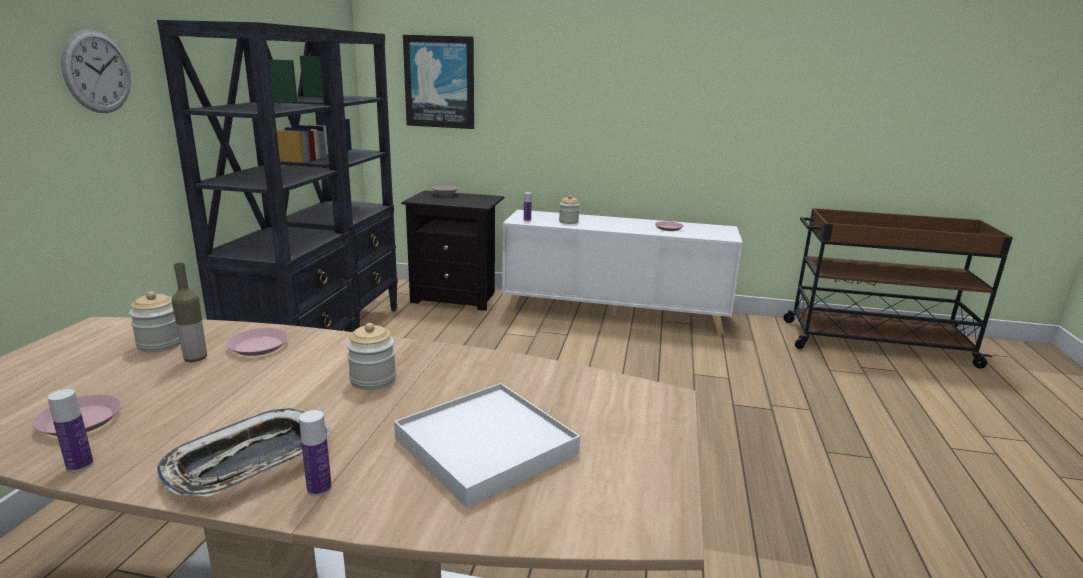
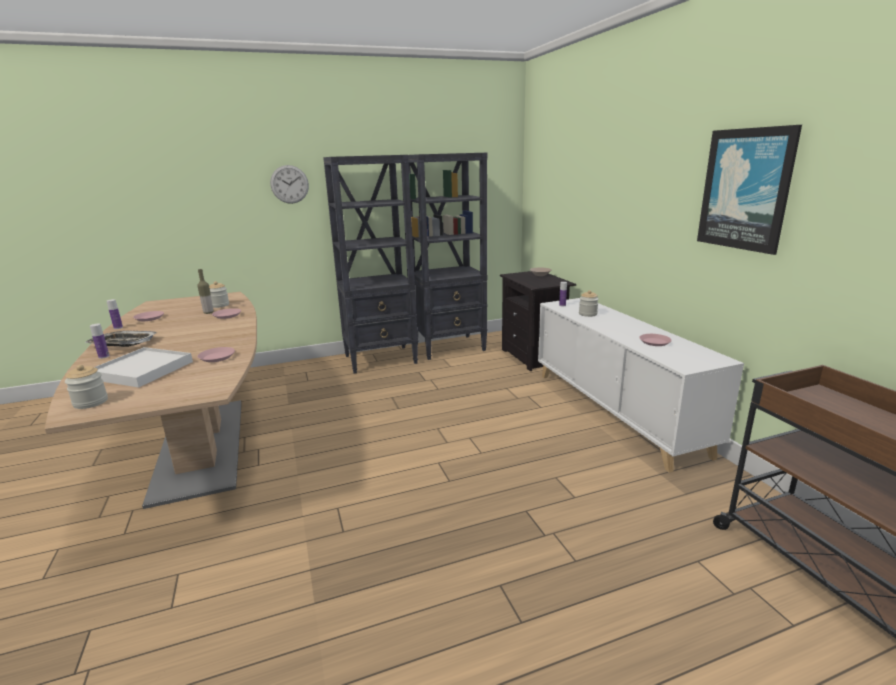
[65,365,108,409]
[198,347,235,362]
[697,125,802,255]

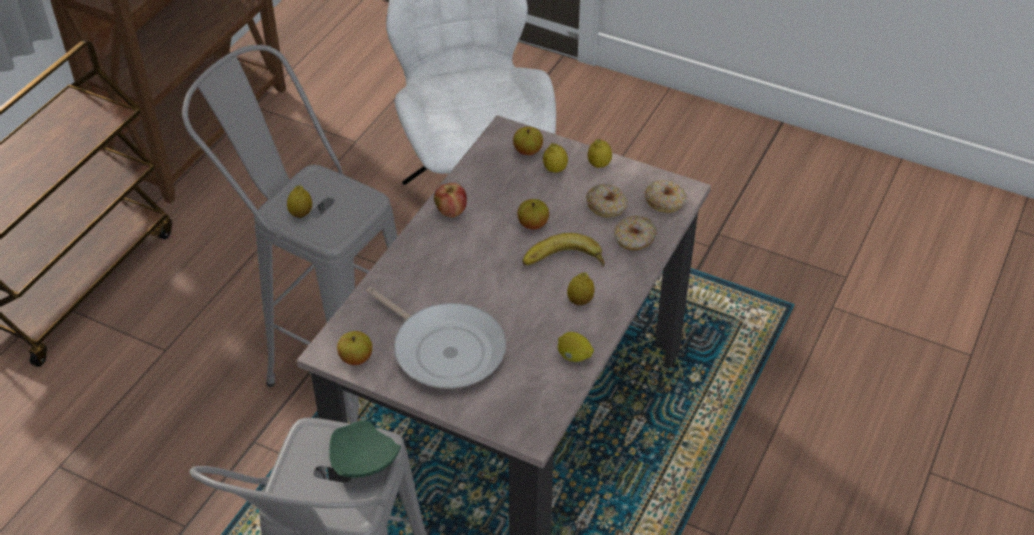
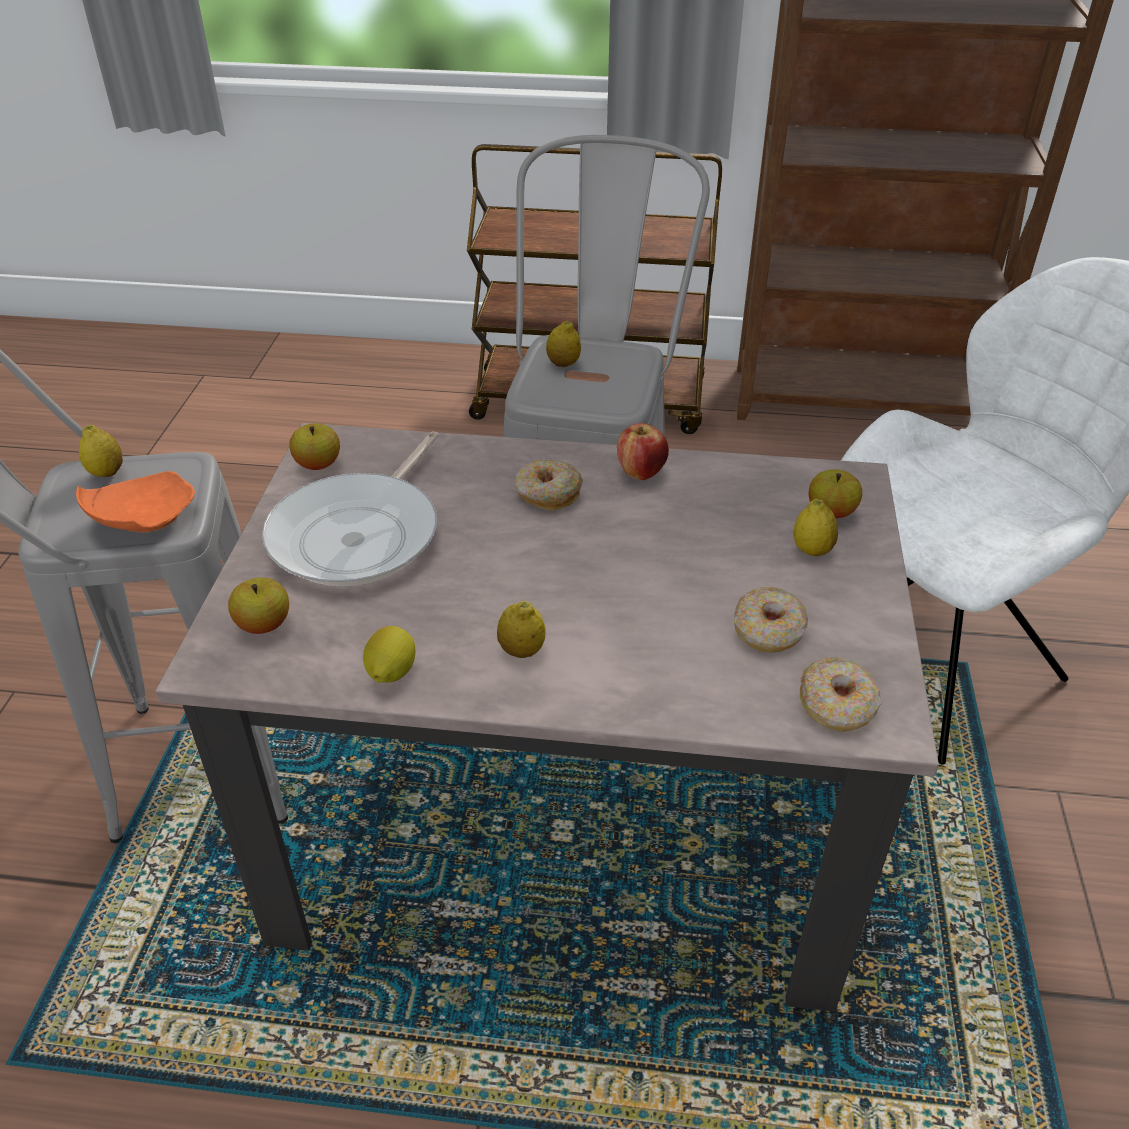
[76,471,195,532]
[79,425,123,477]
[228,578,289,634]
[515,460,583,511]
[522,233,605,267] (first image)

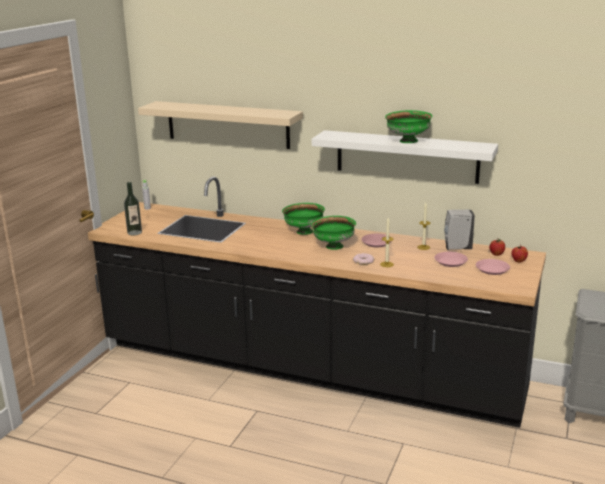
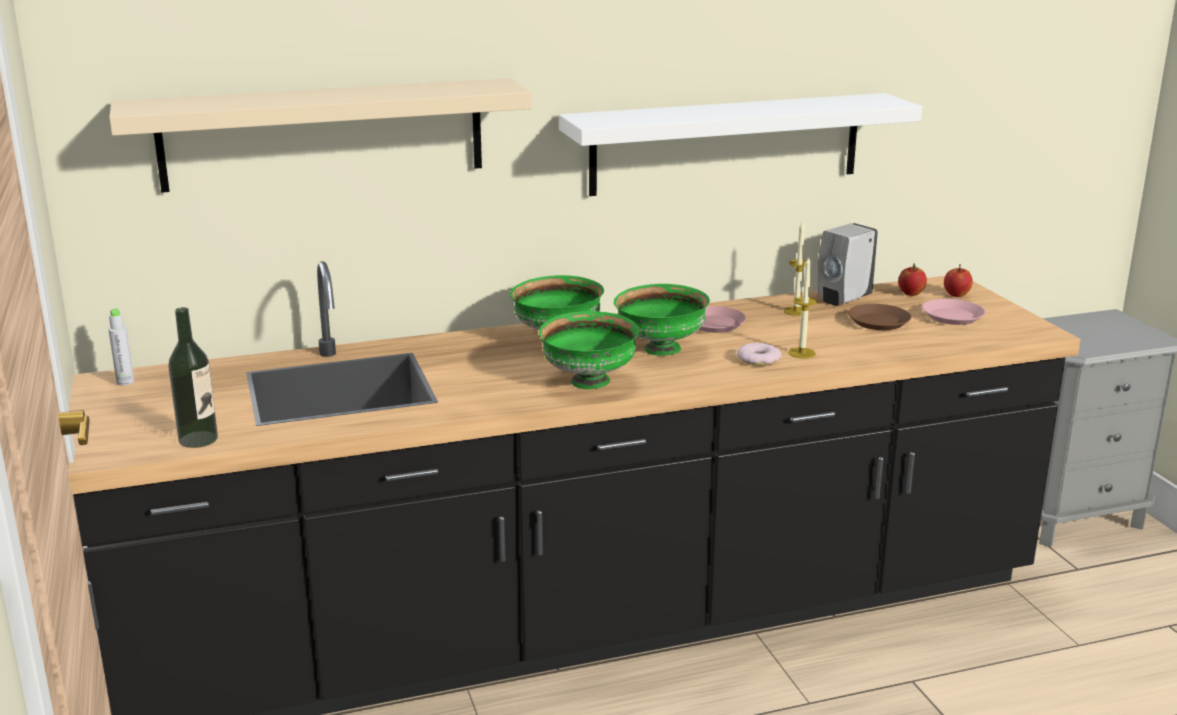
[539,311,639,389]
[848,304,911,330]

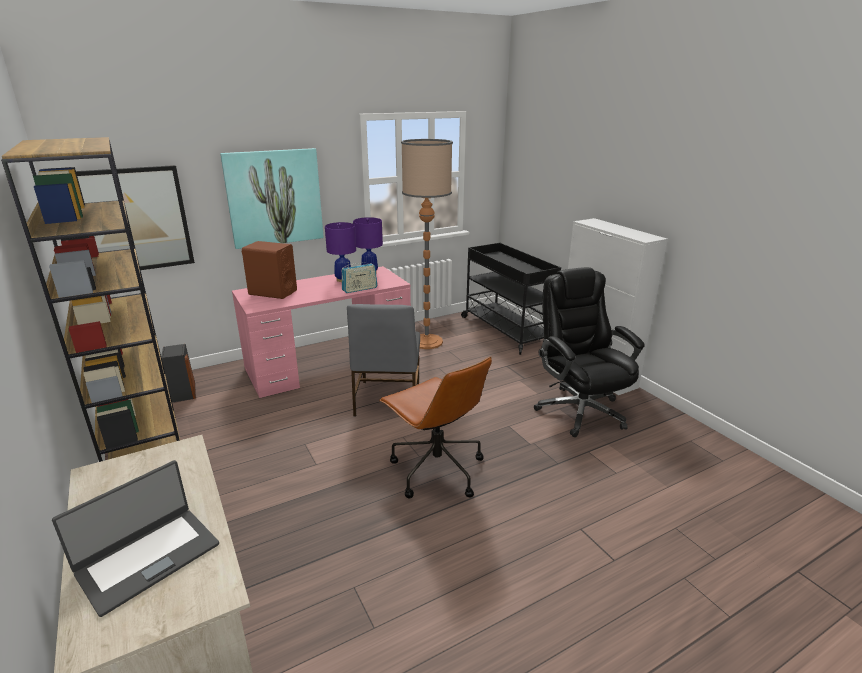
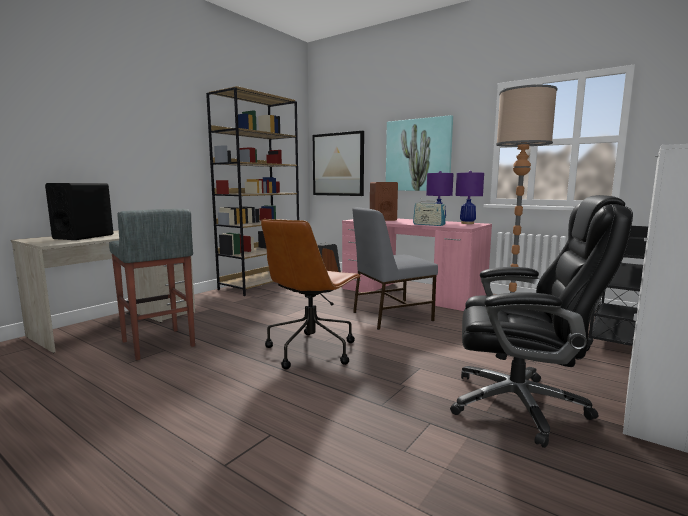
[45,183,113,240]
[109,209,195,360]
[450,195,633,448]

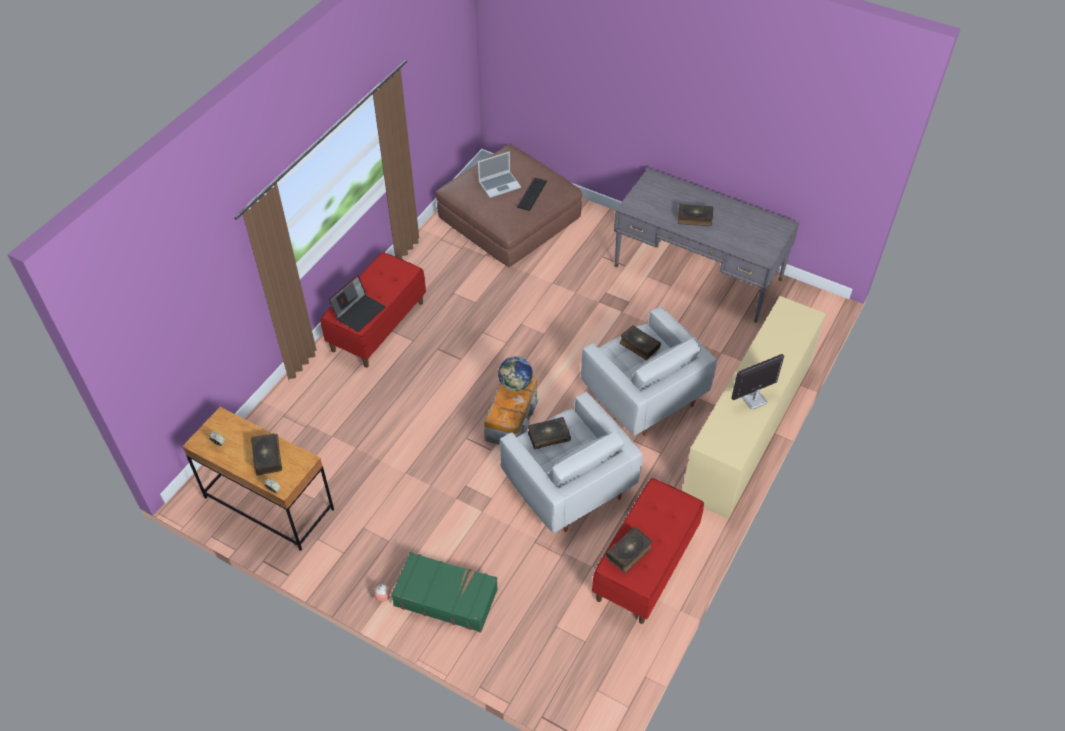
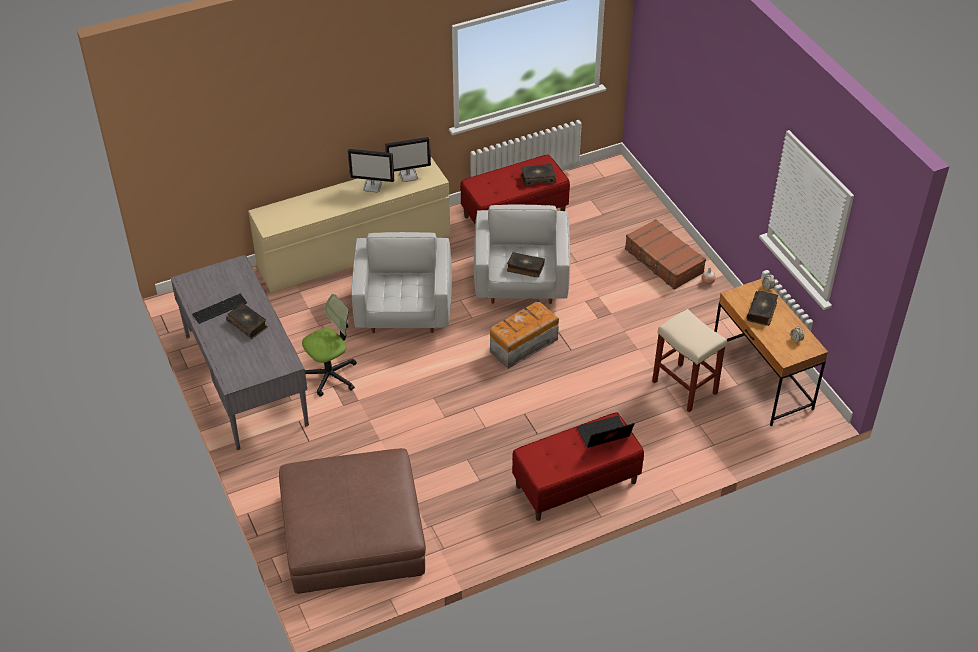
[192,294,247,324]
[302,294,357,397]
[385,137,431,182]
[625,219,706,290]
[652,309,727,412]
[478,151,521,198] (first image)
[498,356,533,391] (first image)
[619,325,661,360] (first image)

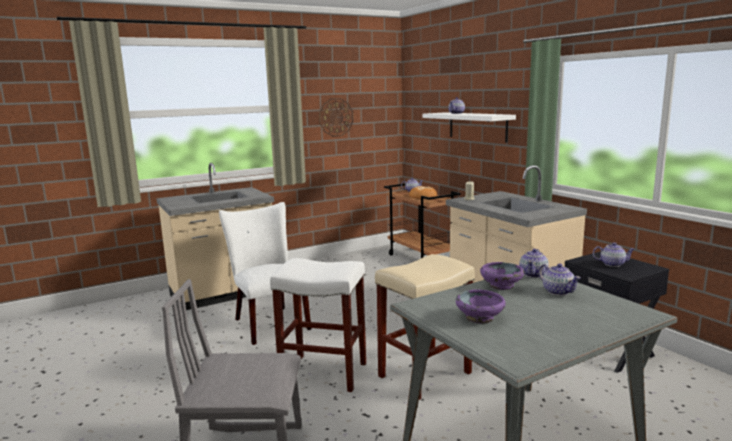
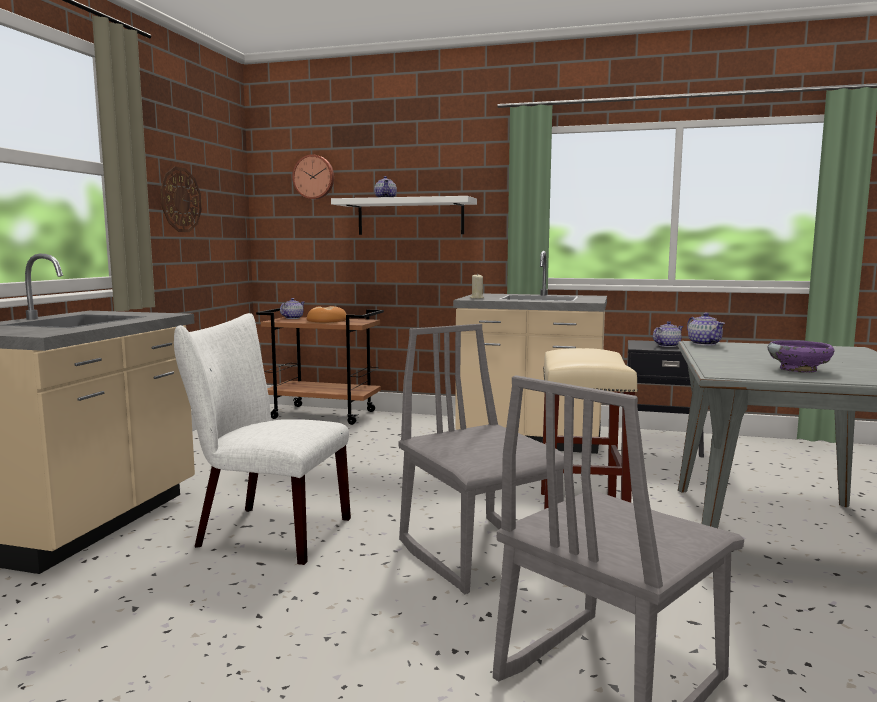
[292,154,334,199]
[399,324,564,595]
[480,262,524,290] (first image)
[539,264,581,296] (first image)

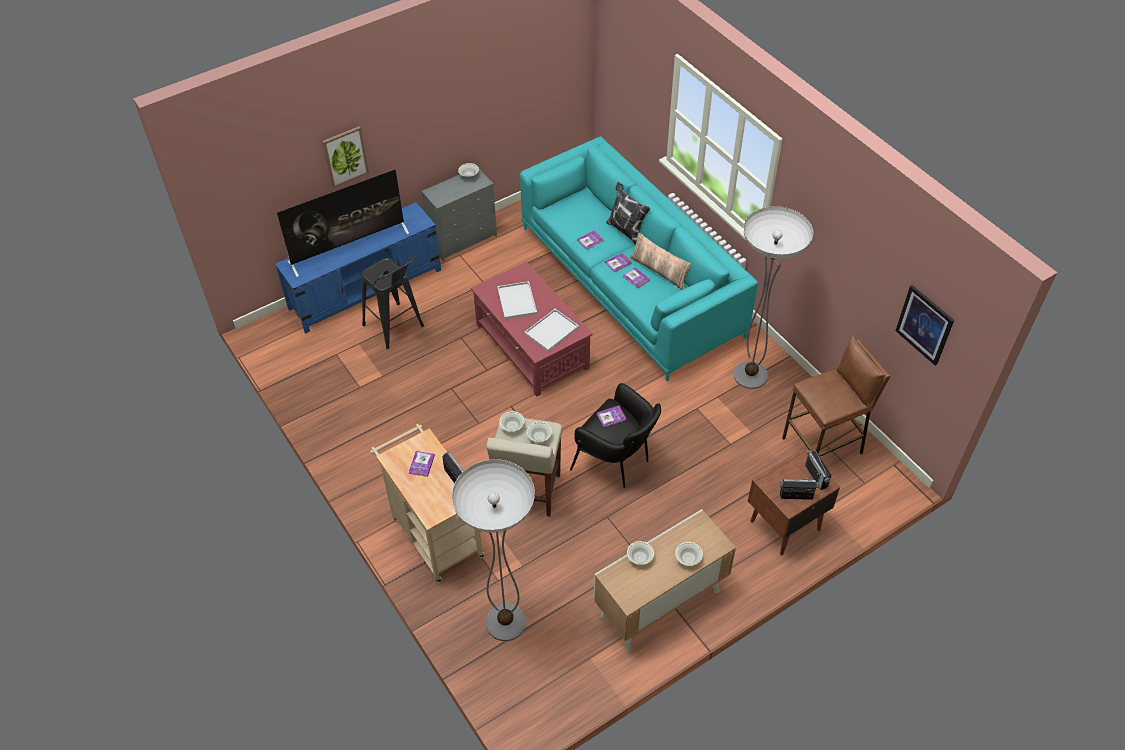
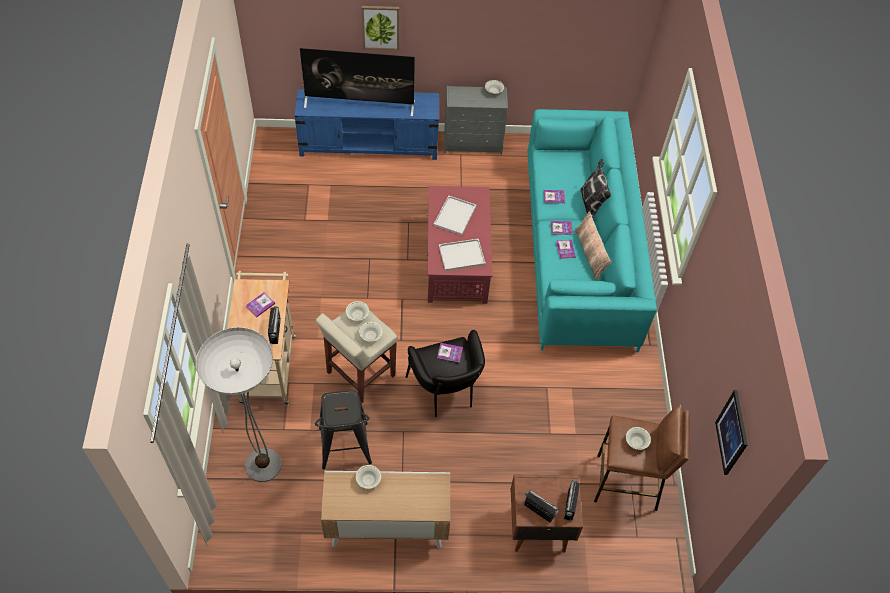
[315,390,372,469]
[626,427,651,450]
[734,206,813,389] (first image)

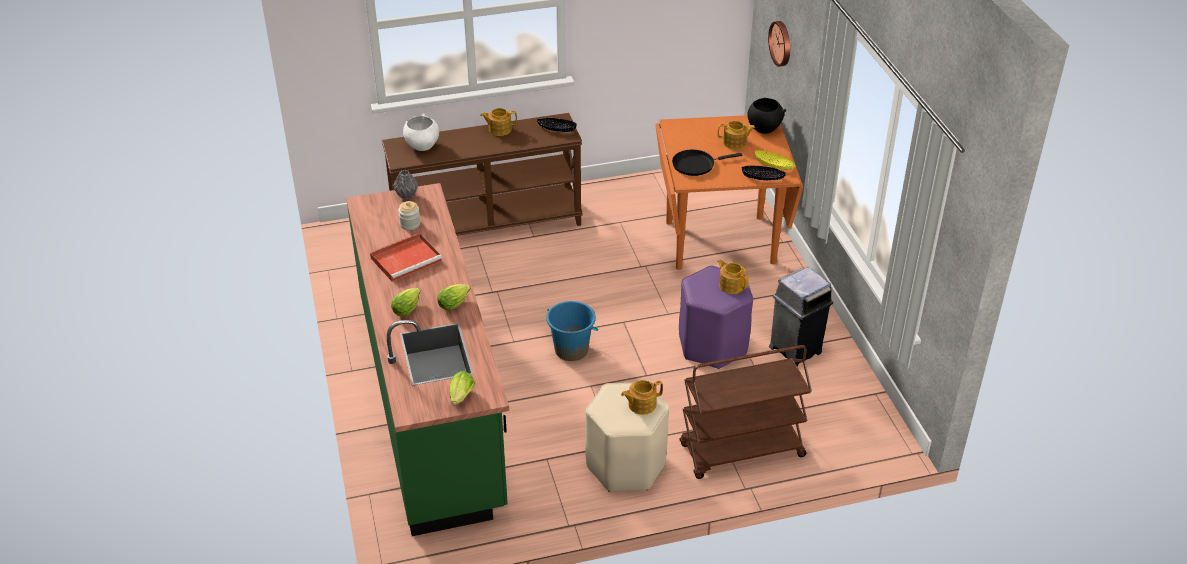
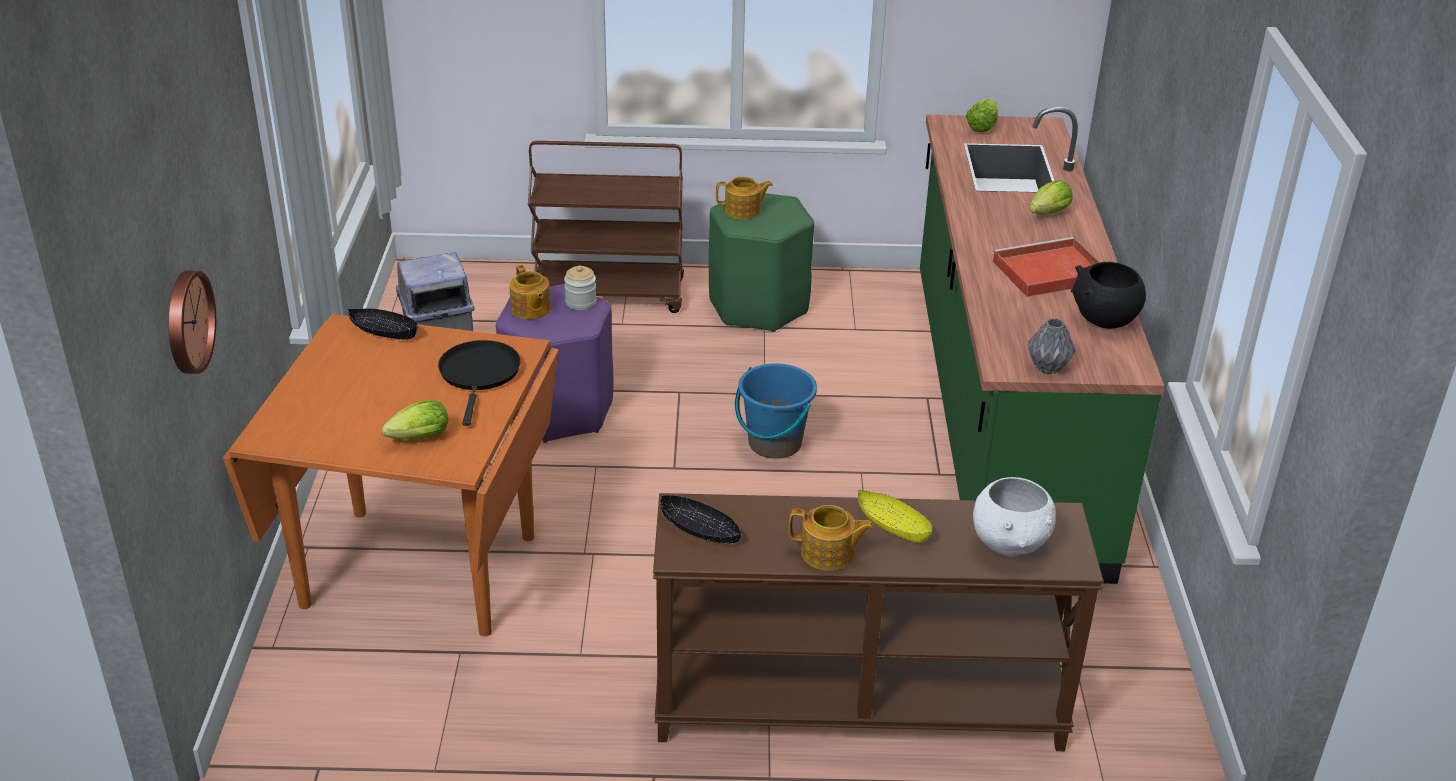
[382,400,448,440]
[438,340,521,426]
[564,266,597,310]
[709,193,814,332]
[858,490,933,543]
[1071,262,1146,329]
[718,121,755,149] (first image)

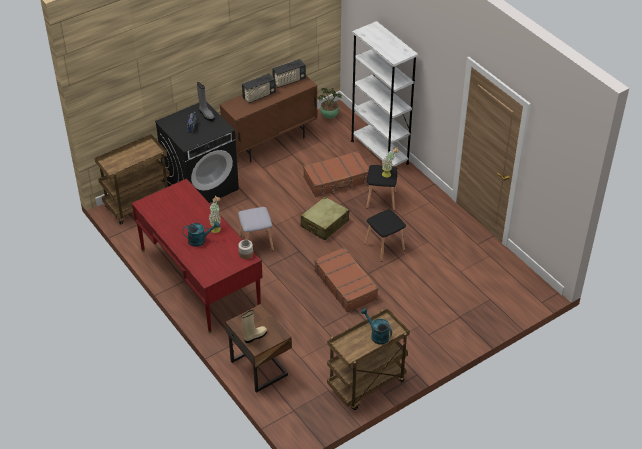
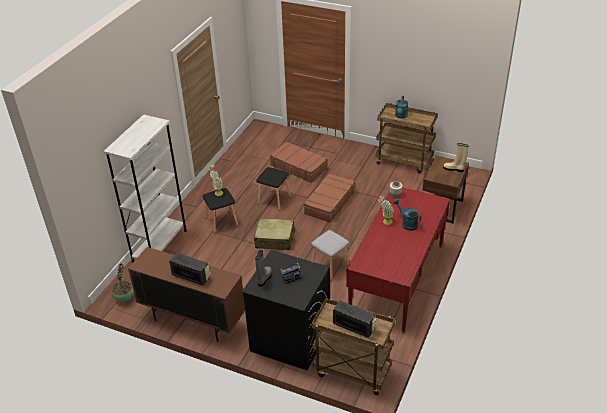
[270,142,328,183]
[333,301,376,338]

